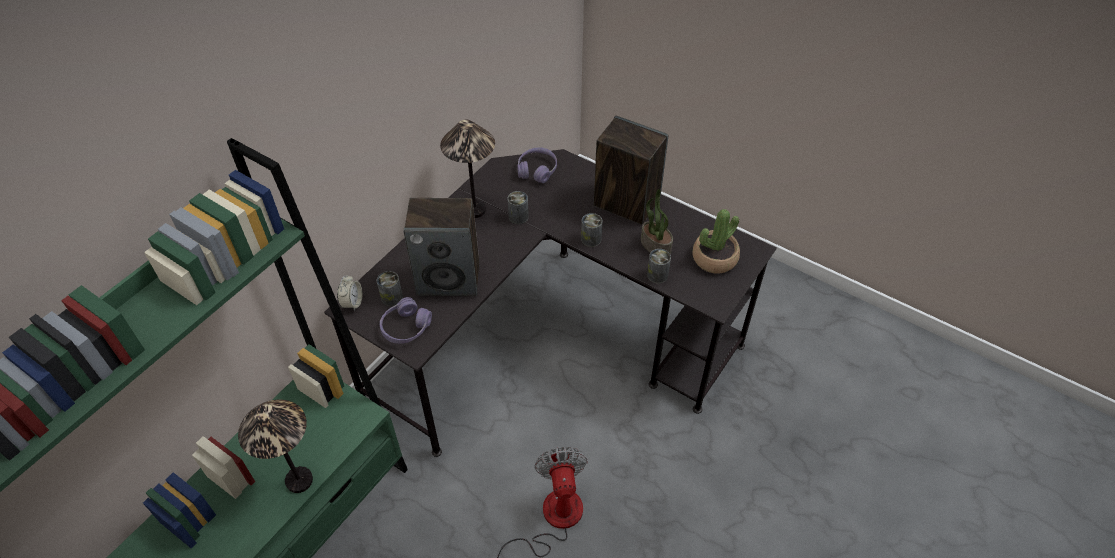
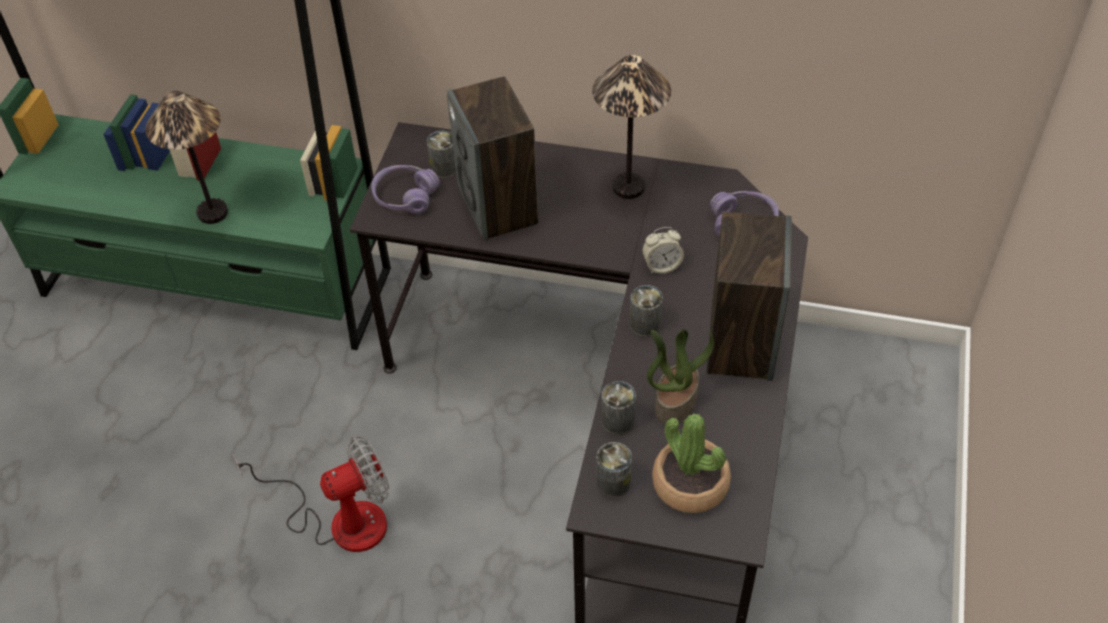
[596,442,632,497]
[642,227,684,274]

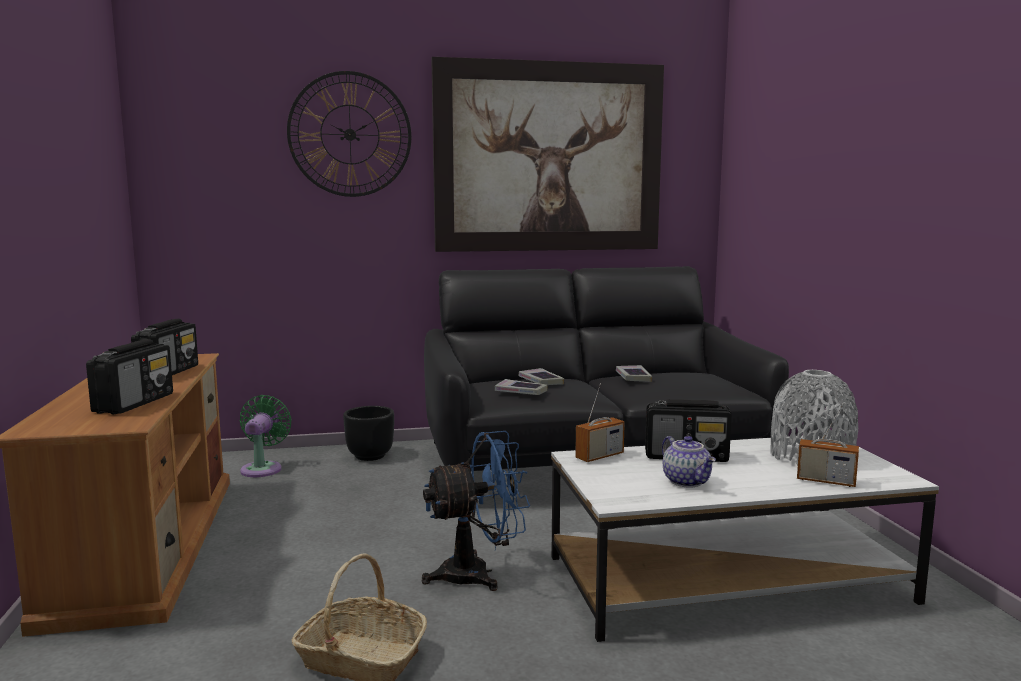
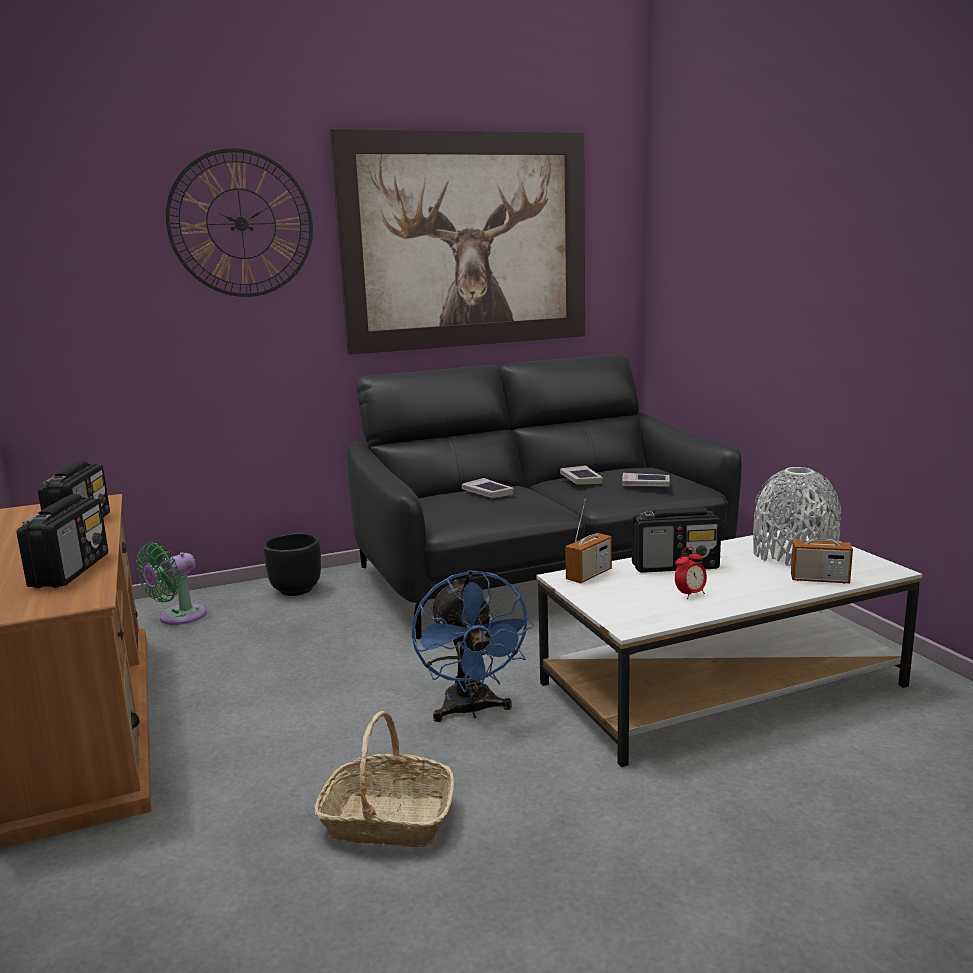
[136,543,207,625]
[412,570,534,722]
[622,473,670,487]
[675,547,707,599]

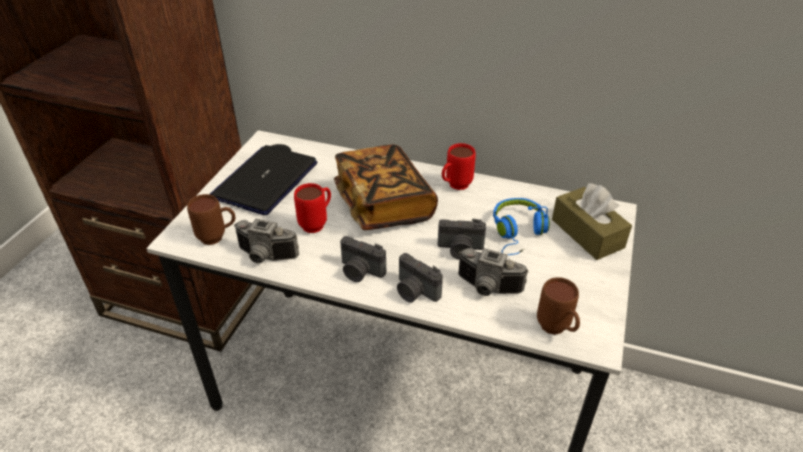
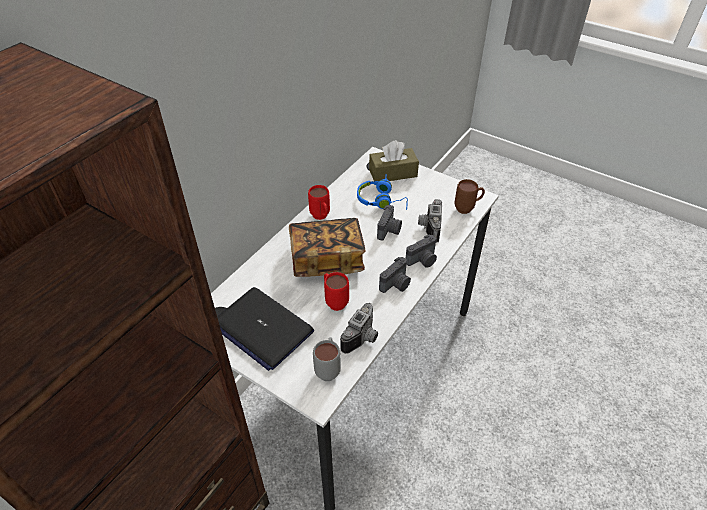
[313,337,341,381]
[418,199,442,243]

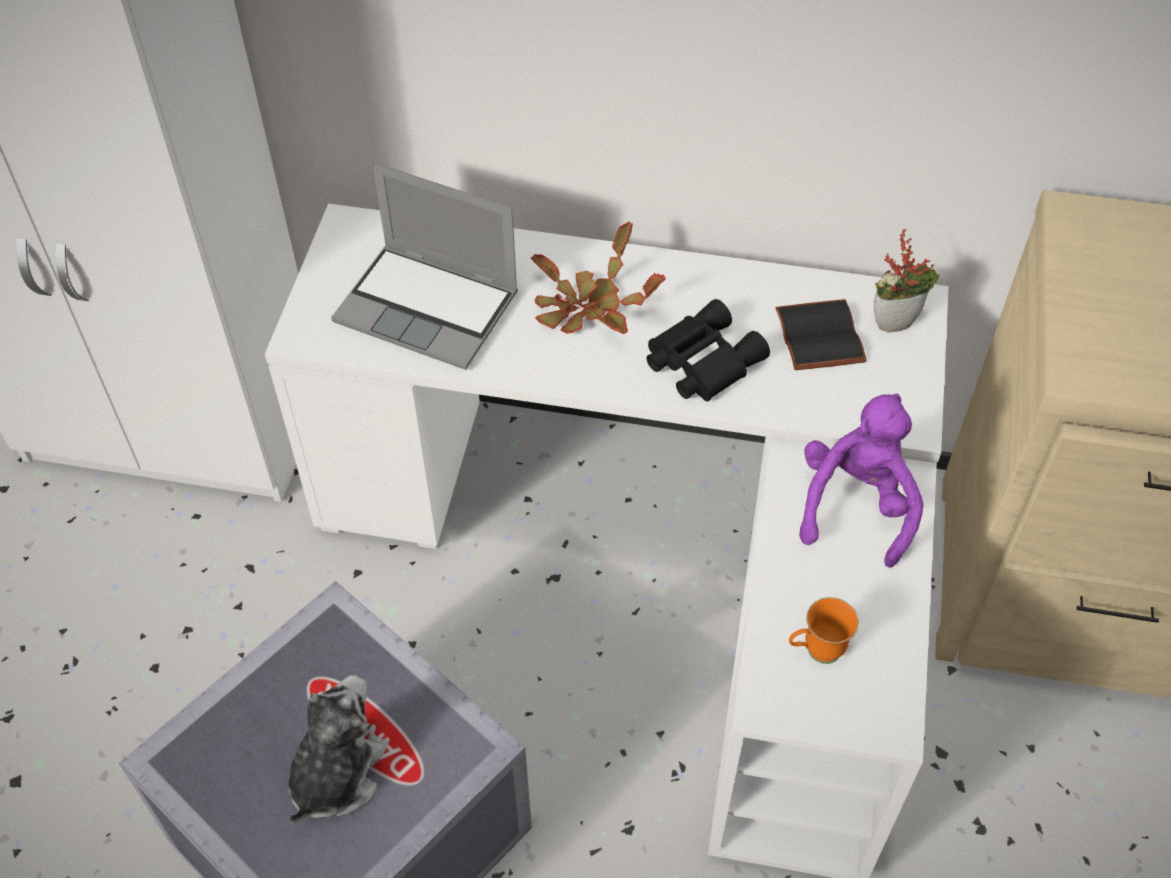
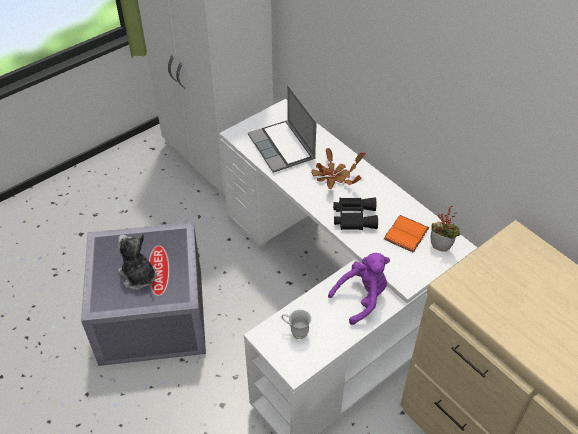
[118,233,157,290]
[281,310,311,339]
[384,215,429,253]

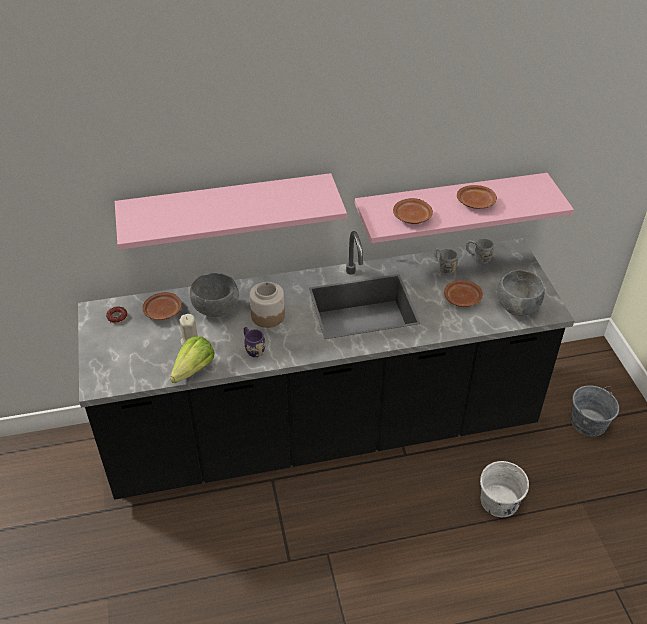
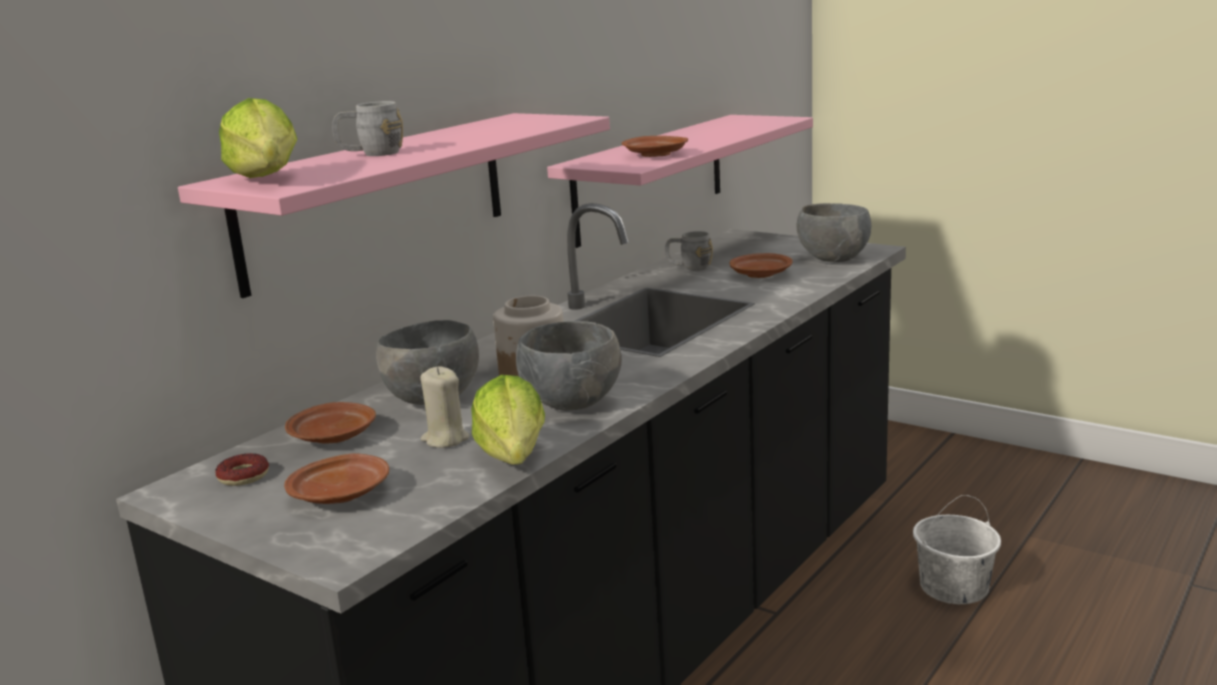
[219,98,297,178]
[284,453,389,504]
[332,101,403,156]
[516,321,622,410]
[571,385,619,437] (first image)

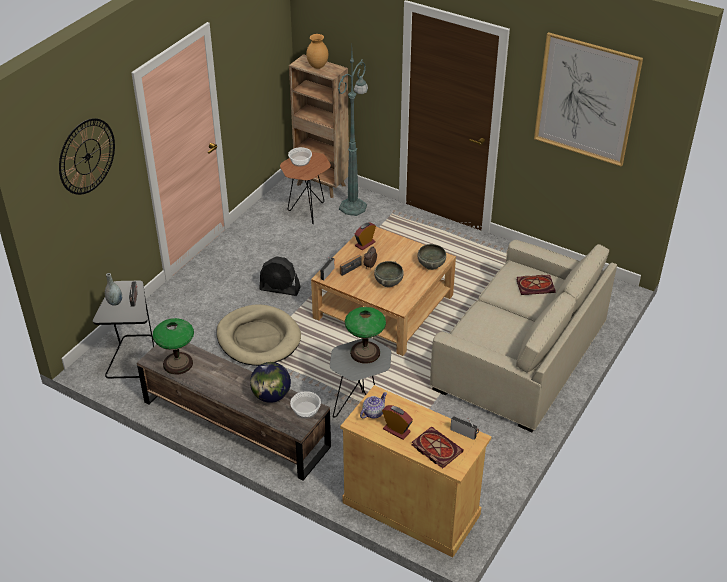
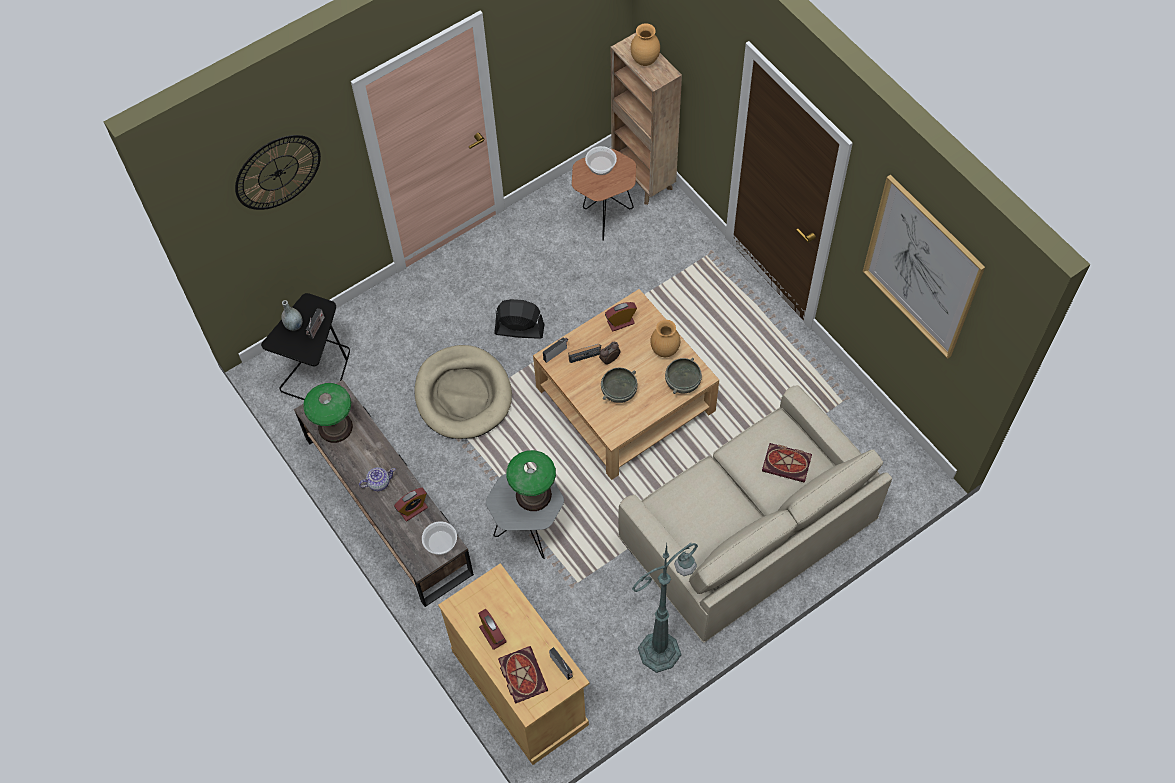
[359,467,395,491]
[394,488,428,521]
[494,299,545,339]
[632,543,698,673]
[650,320,680,357]

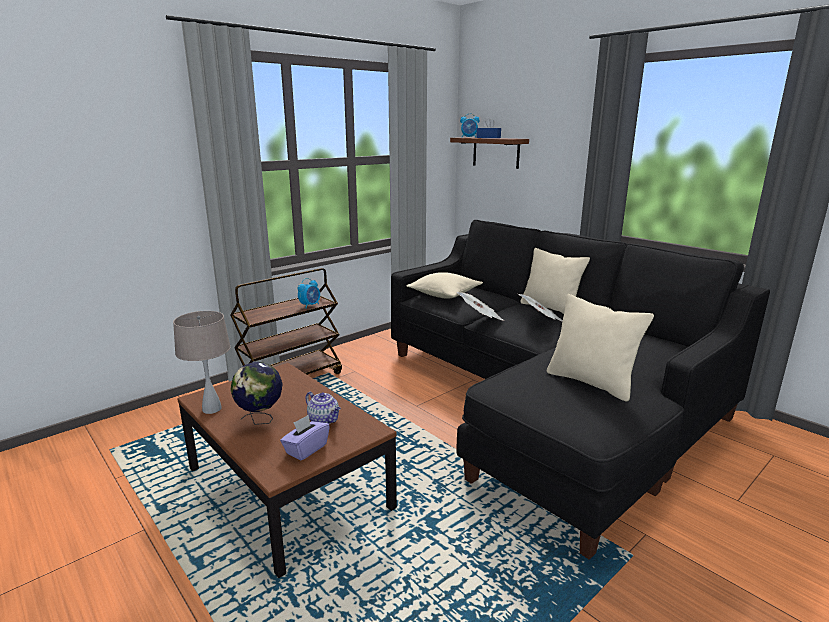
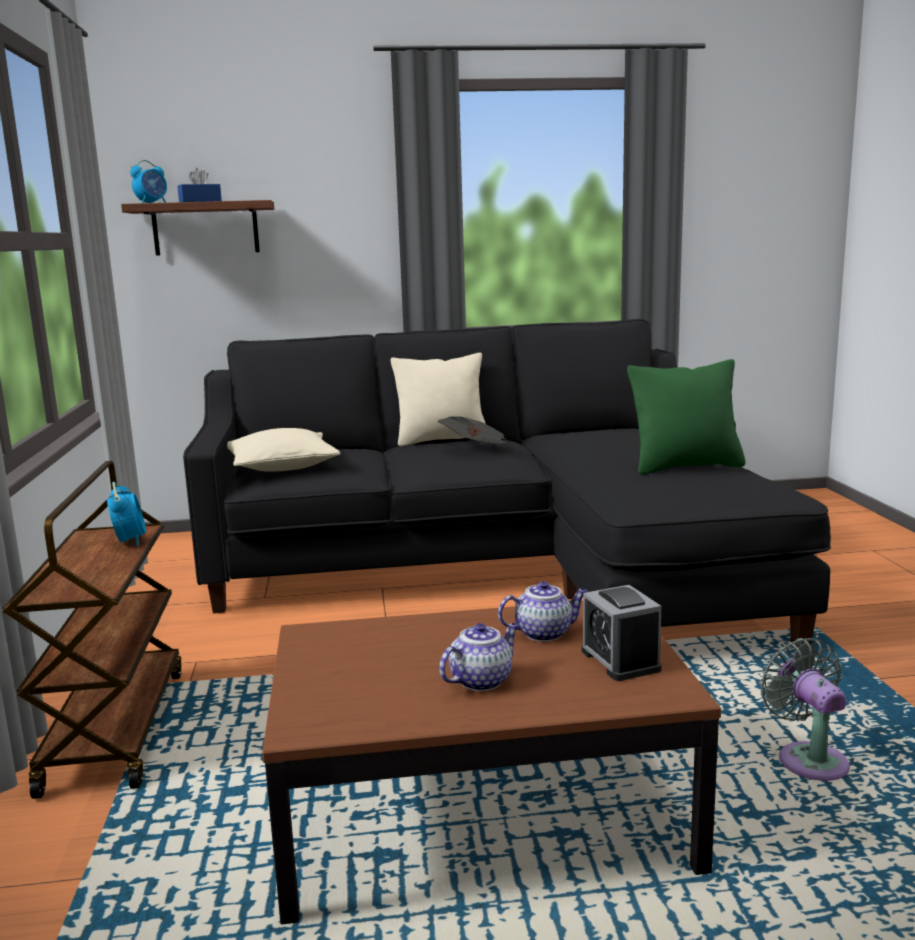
[439,623,519,691]
[582,585,662,681]
[627,359,746,475]
[760,638,850,781]
[173,311,231,414] (first image)
[456,292,505,321] (first image)

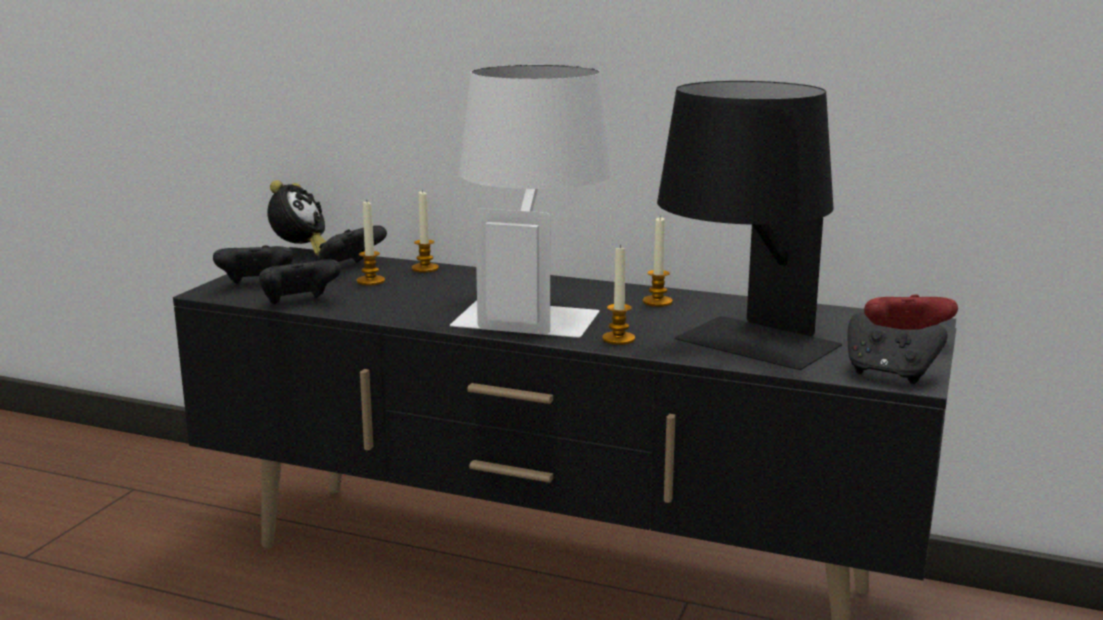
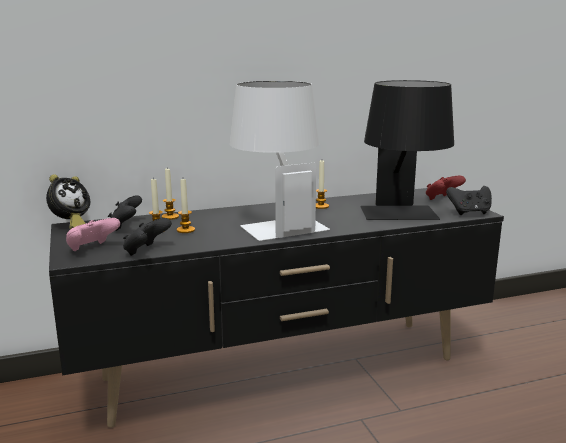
[46,174,90,229]
[66,218,120,251]
[177,179,195,233]

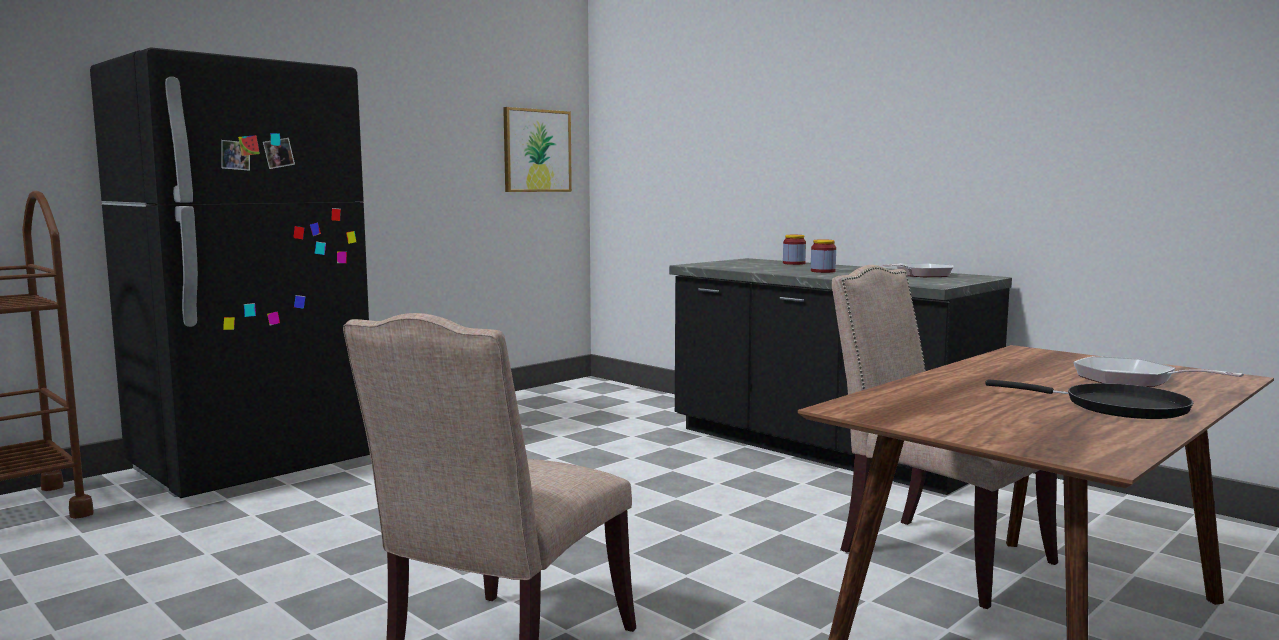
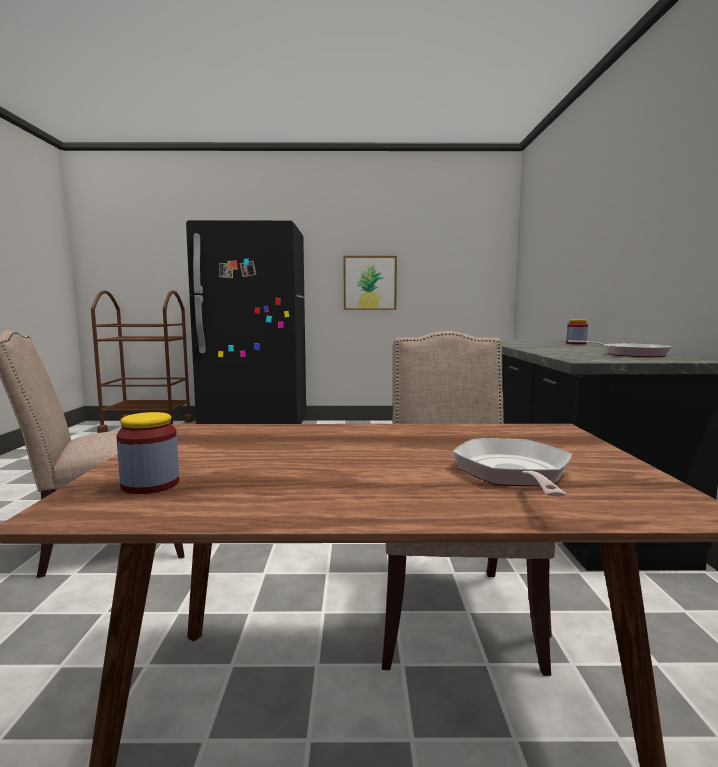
[117,412,179,494]
[344,256,397,310]
[985,379,1193,419] (first image)

